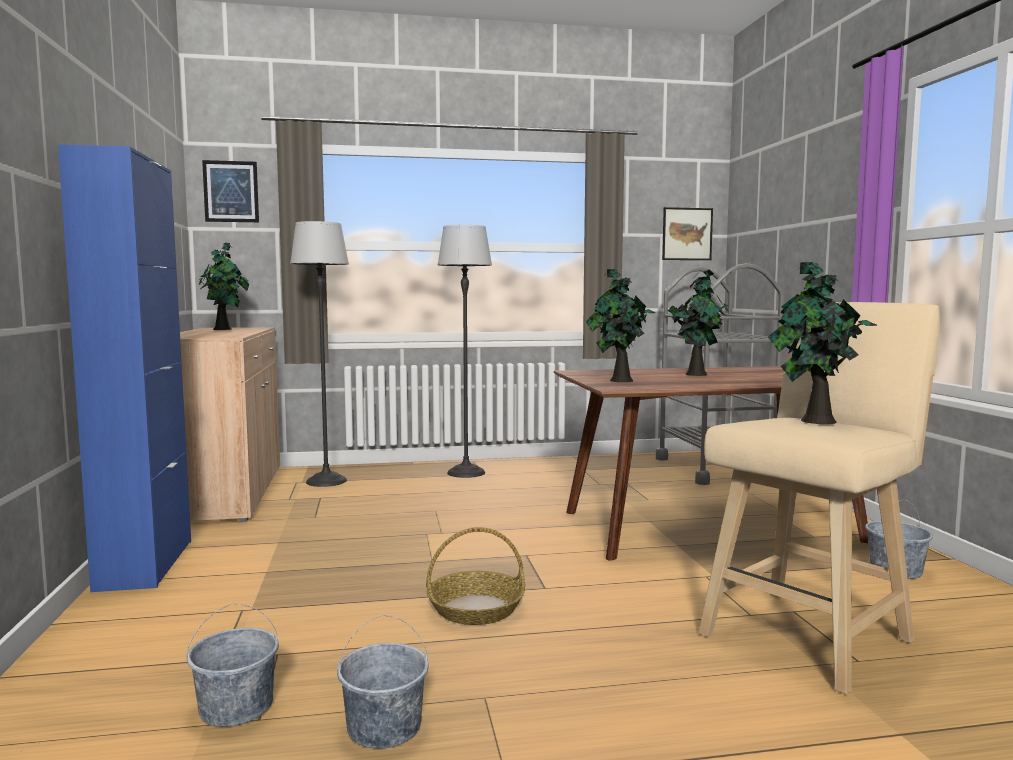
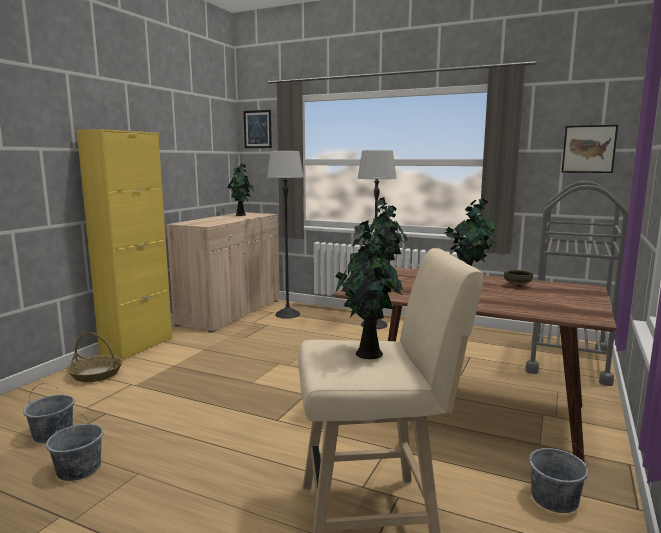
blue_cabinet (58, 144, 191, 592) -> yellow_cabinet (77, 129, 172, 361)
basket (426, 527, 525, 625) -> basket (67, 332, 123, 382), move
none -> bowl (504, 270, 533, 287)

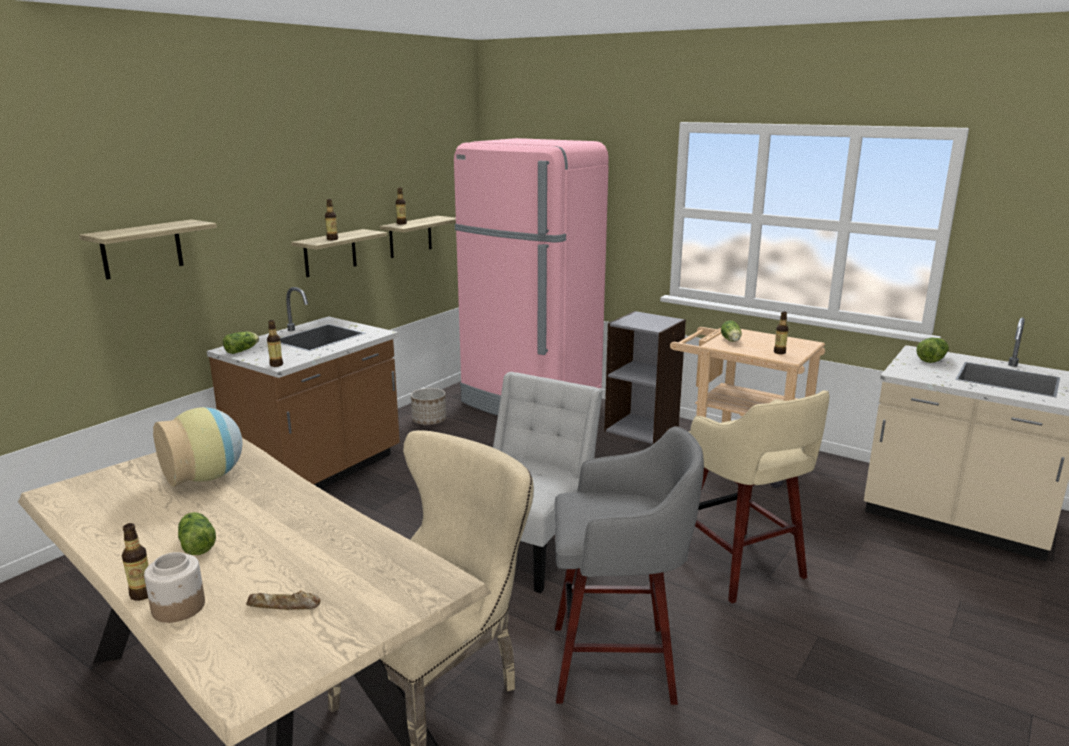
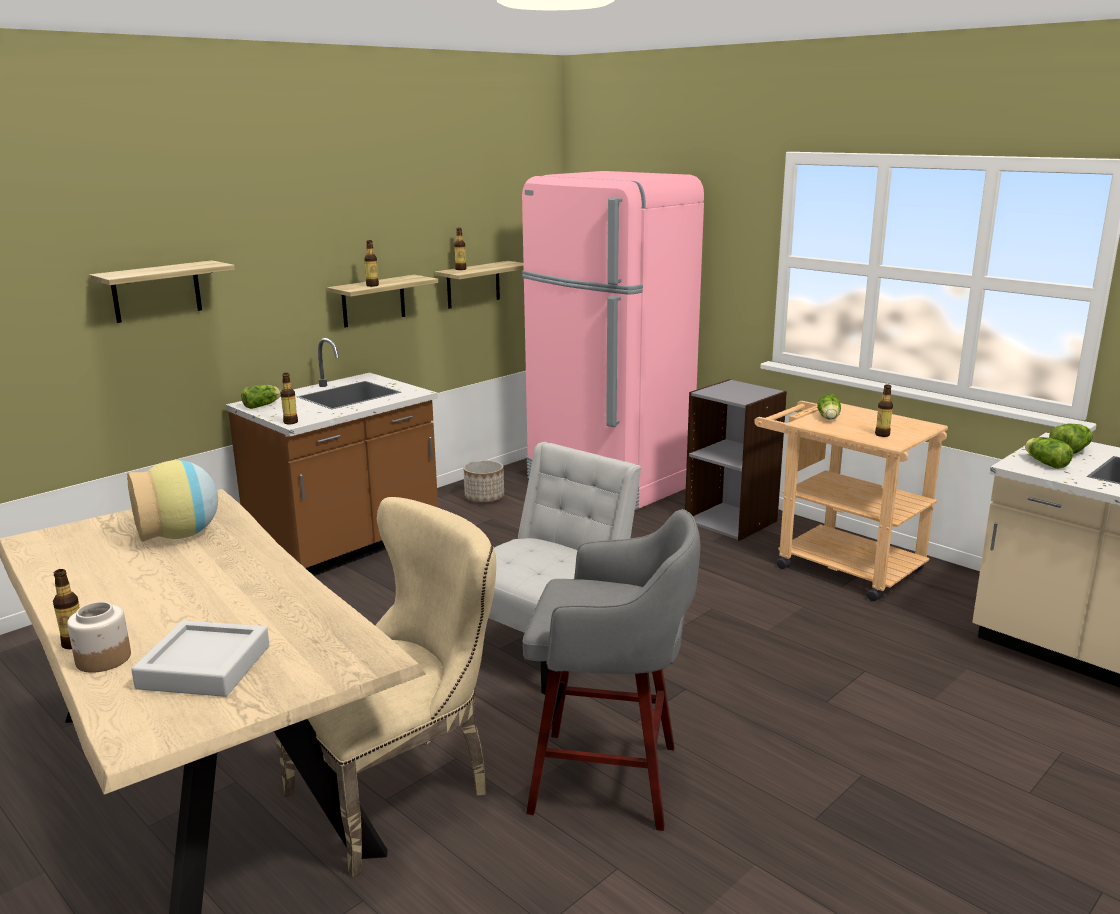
lettuce (178, 512, 216, 555) -> lettuce (1025, 437, 1073, 469), move
bread (246, 590, 321, 610) -> grey_tray (131, 620, 269, 697)
beige_stool (689, 390, 829, 603) -> none

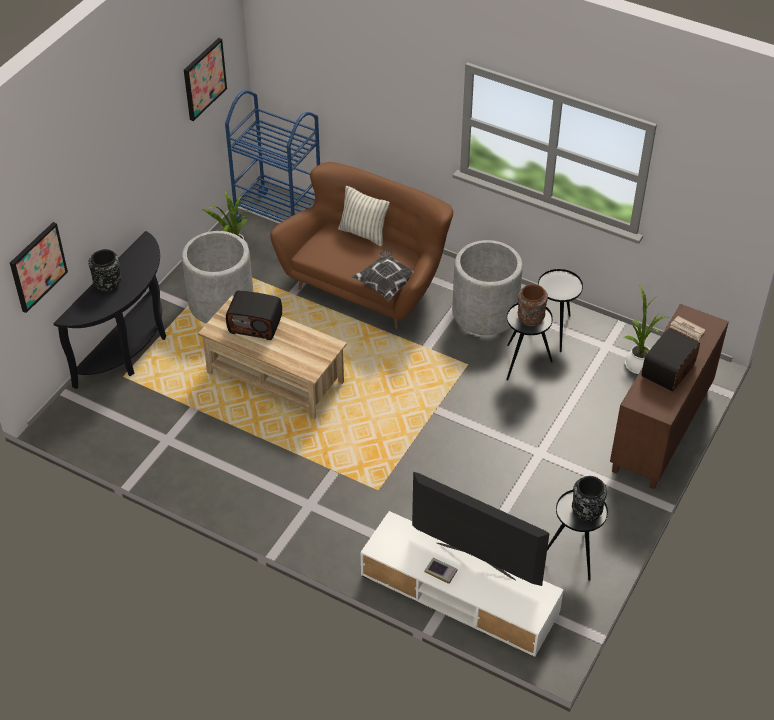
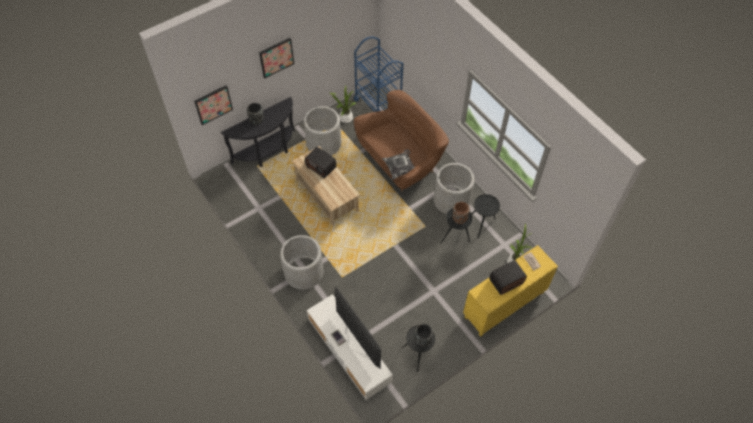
picture (184, 38, 227, 121) -> picture (259, 38, 294, 78), move
pillow (338, 186, 390, 246) -> none
brown_cabinet (610, 304, 729, 489) -> yellow_cabinet (463, 245, 558, 337)
none -> grey_planter (280, 235, 323, 290)

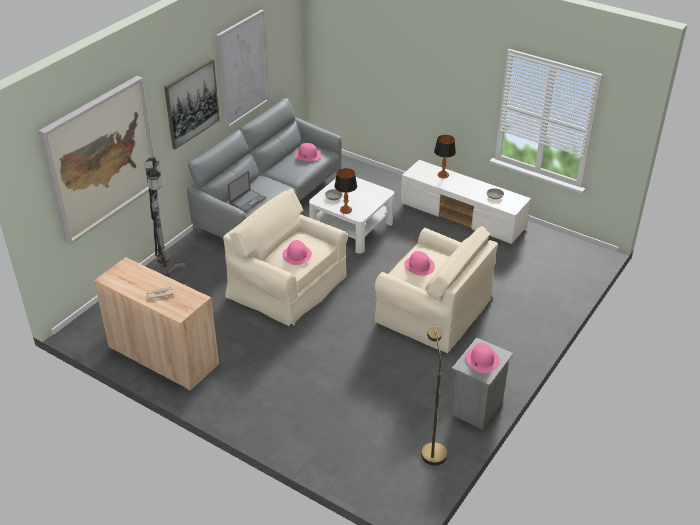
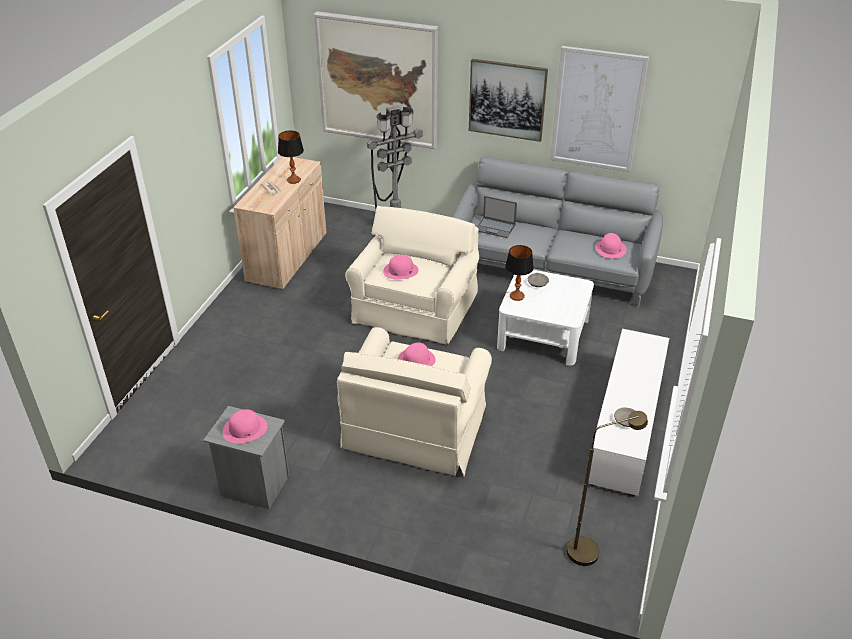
brown_floor_lamp (421, 326, 447, 465) -> brown_floor_lamp (567, 411, 648, 566), move
table_lamp (434, 135, 456, 178) -> table_lamp (278, 131, 304, 184), move

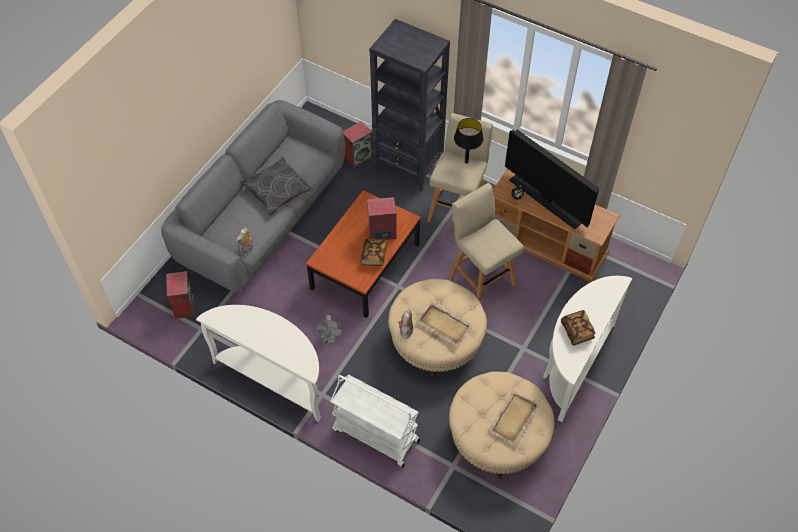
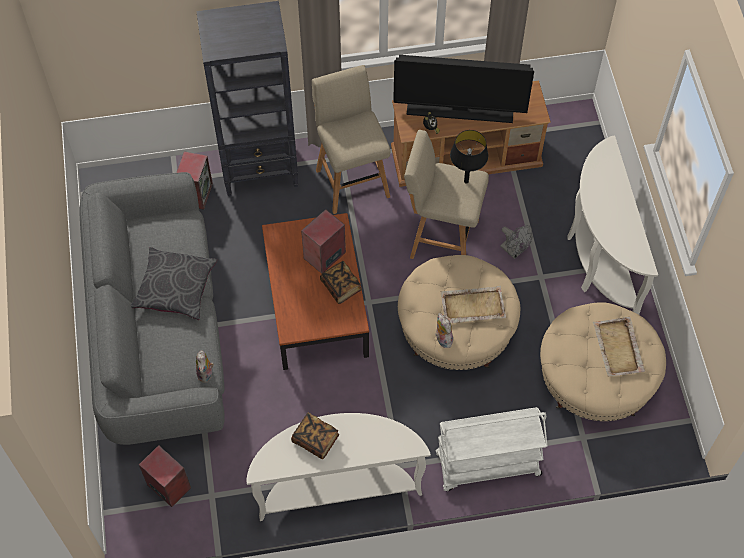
grey_fan (314, 315, 344, 343) -> grey_fan (500, 225, 532, 259), move
black_table_lamp (454, 118, 483, 163) -> black_table_lamp (450, 130, 488, 183), move
book (561, 310, 595, 345) -> book (291, 413, 339, 459), move

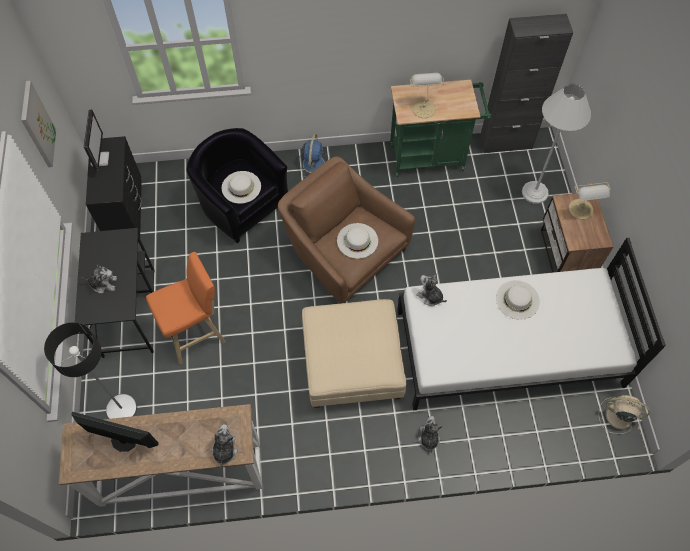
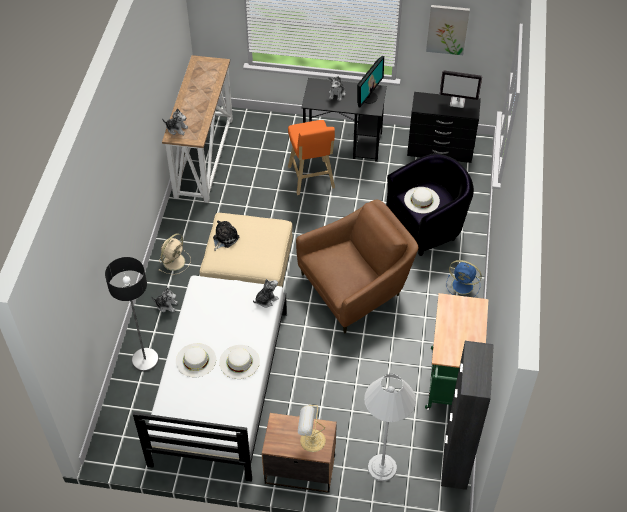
floor_lamp (44, 322, 137, 419) -> floor_lamp (105, 257, 159, 372), move
monitor (71, 412, 159, 452) -> monitor (357, 56, 384, 108), move
white_hat (337, 223, 378, 259) -> white_hat (176, 343, 216, 378), move
table_lamp (410, 73, 445, 118) -> none
beige_fan (599, 395, 650, 434) -> beige_fan (159, 234, 191, 275), move
none -> plush_toy (213, 220, 239, 251)

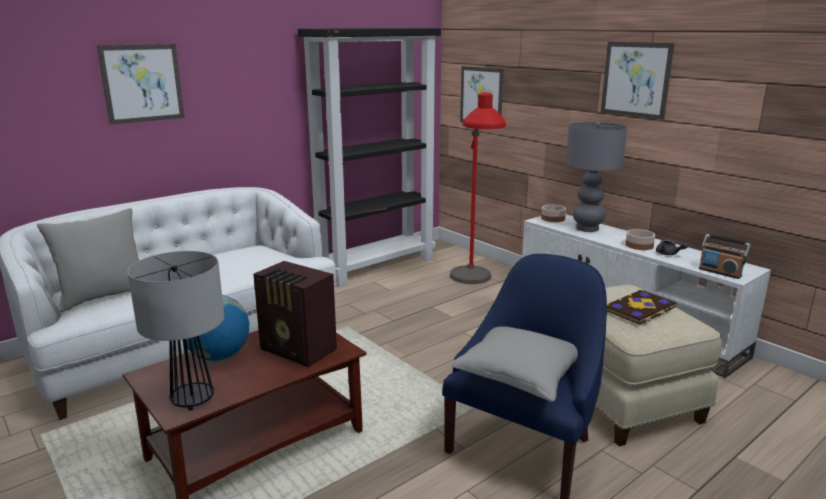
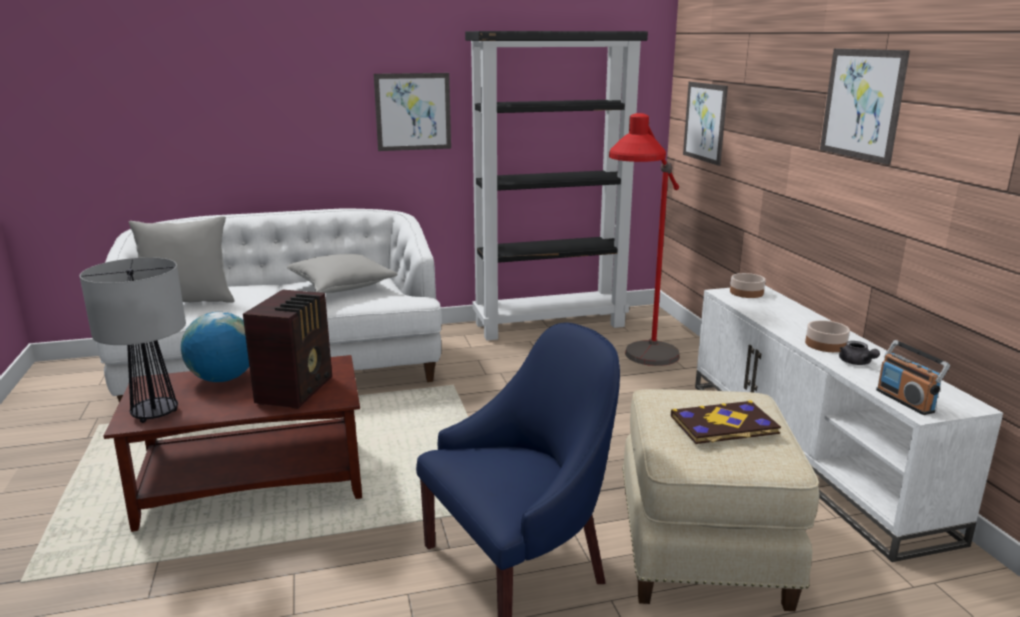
picture (97, 44, 185, 125) -> picture (374, 73, 451, 151), move
radio (253, 261, 337, 368) -> radio (243, 290, 332, 409), 135 degrees counterclockwise
grey_pillow (450, 326, 578, 402) -> grey_pillow (286, 254, 398, 293), move
grey_table_lamp (566, 122, 627, 232) -> none

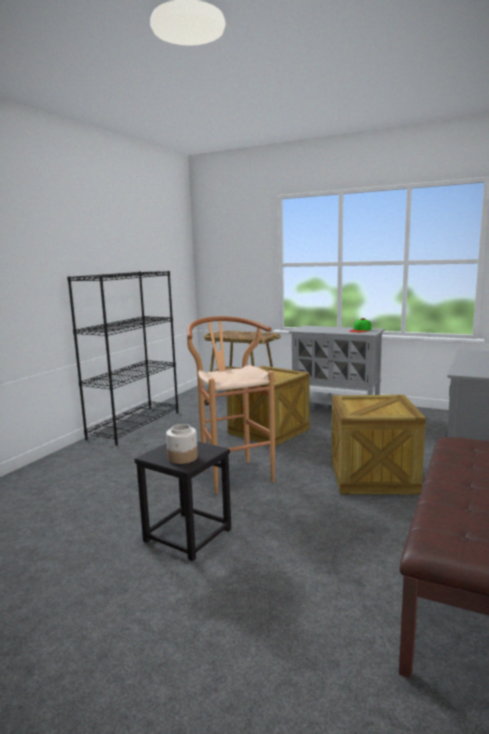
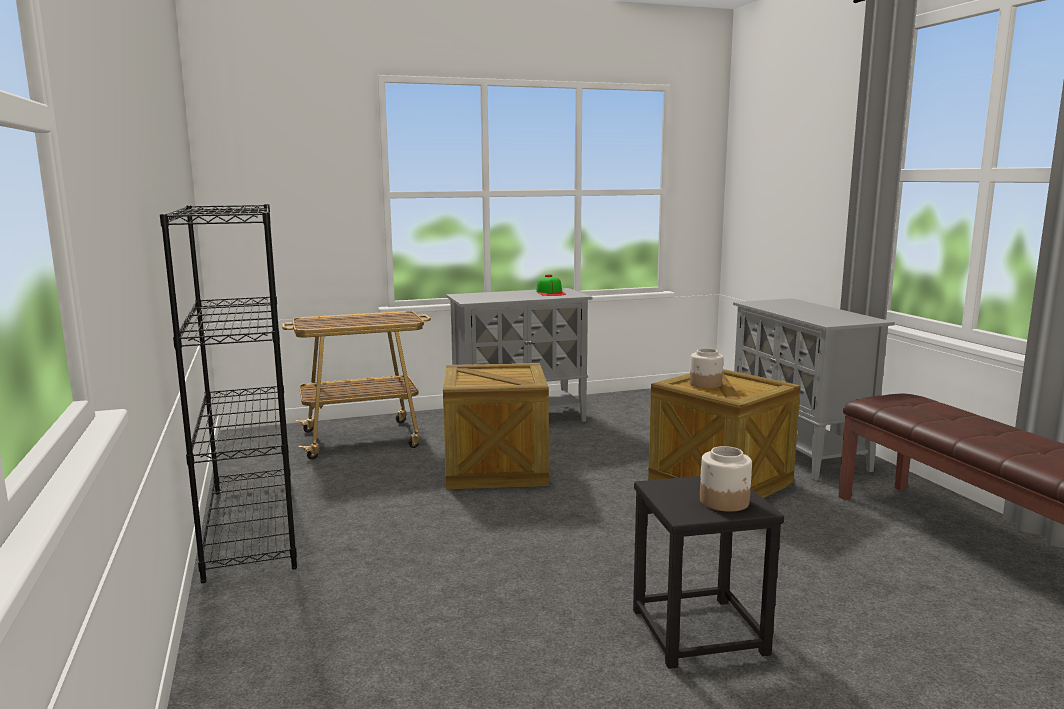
brown_stool (187, 316, 275, 494) -> none
none -> jar (690, 348, 723, 388)

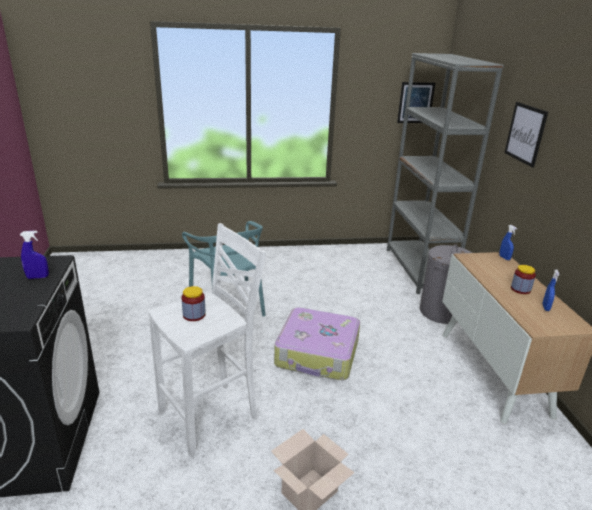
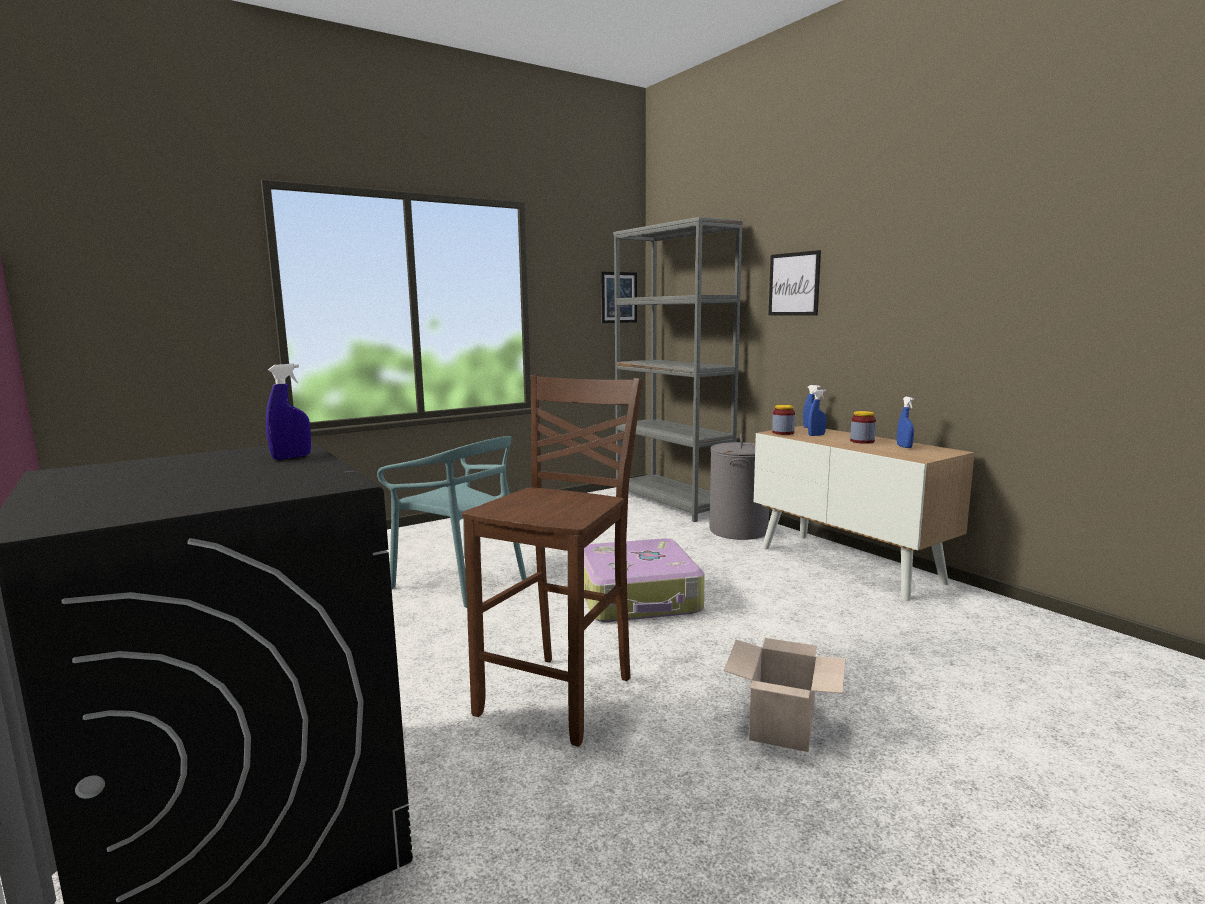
white_stool (148, 223, 266, 456) -> brown_stool (462, 375, 643, 747)
jar (181, 286, 206, 321) -> jar (772, 405, 795, 435), move
none -> blue_spray_bottle (808, 389, 827, 436)

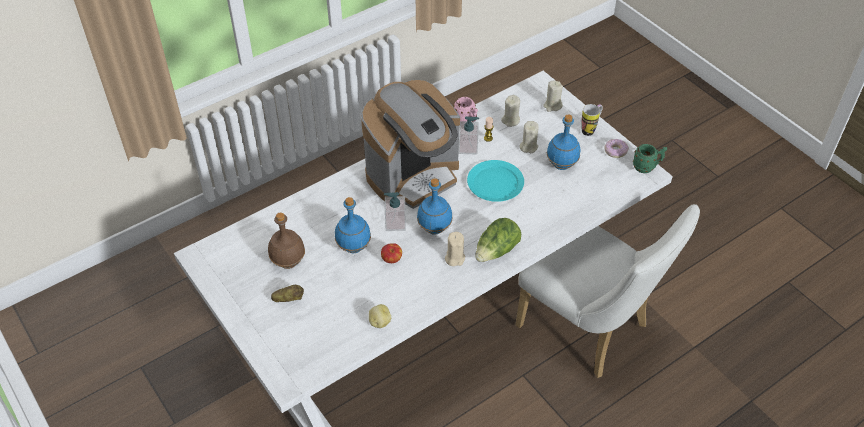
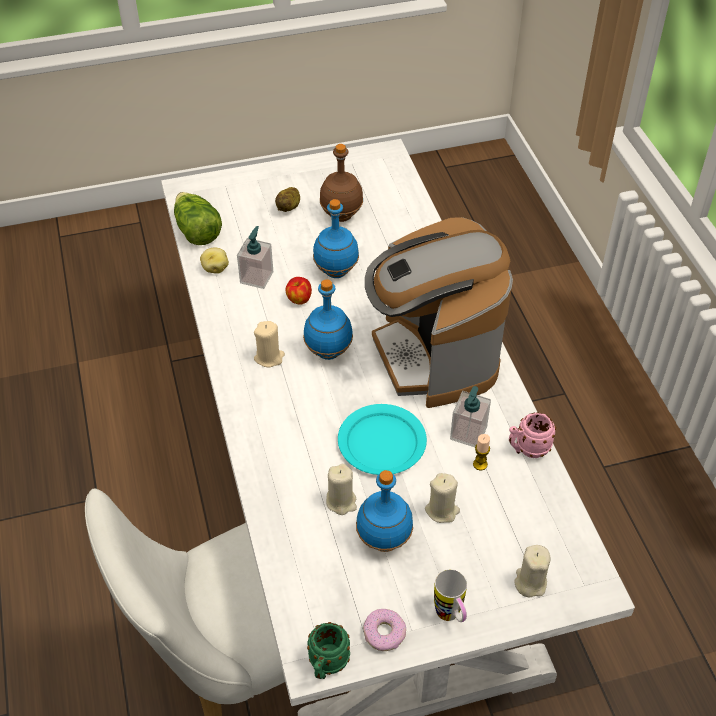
soap_dispenser (384, 192, 406, 231) -> soap_dispenser (237, 226, 273, 289), move
lettuce (475, 218, 521, 262) -> lettuce (174, 192, 222, 245), move
beige_candle (501, 95, 520, 127) -> beige_candle (326, 464, 357, 515), move

